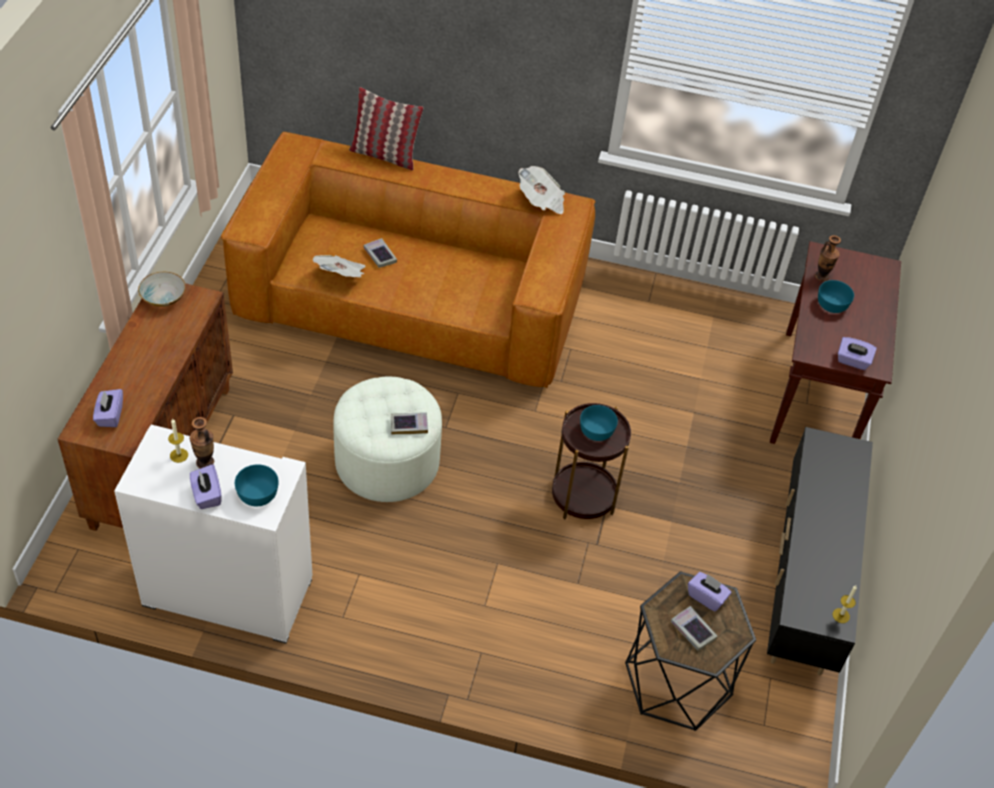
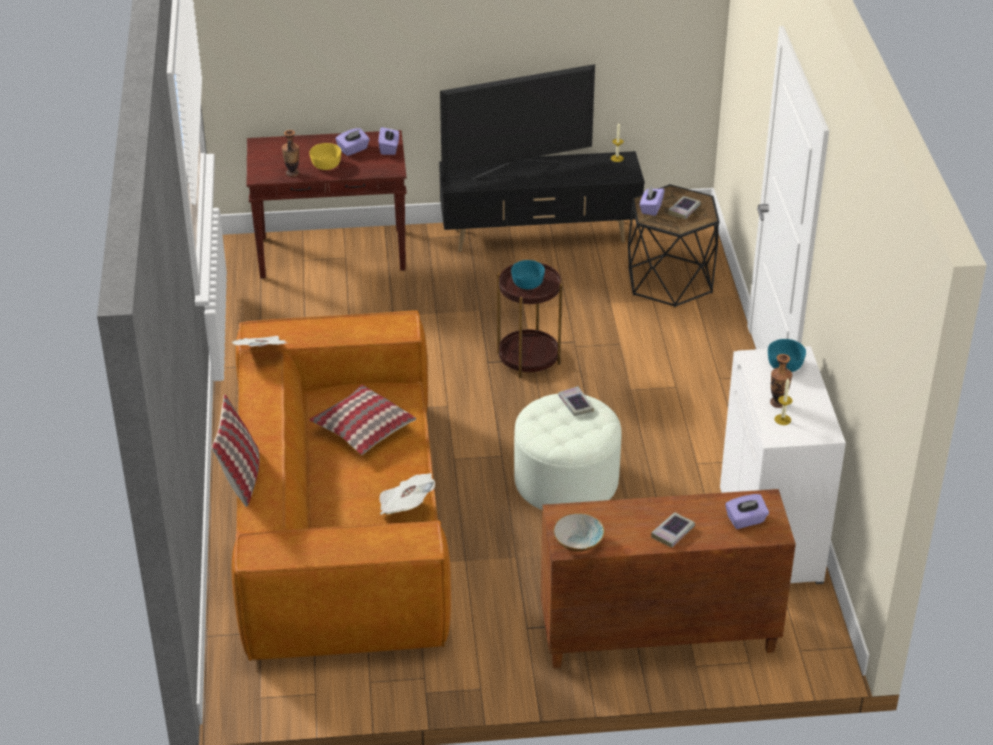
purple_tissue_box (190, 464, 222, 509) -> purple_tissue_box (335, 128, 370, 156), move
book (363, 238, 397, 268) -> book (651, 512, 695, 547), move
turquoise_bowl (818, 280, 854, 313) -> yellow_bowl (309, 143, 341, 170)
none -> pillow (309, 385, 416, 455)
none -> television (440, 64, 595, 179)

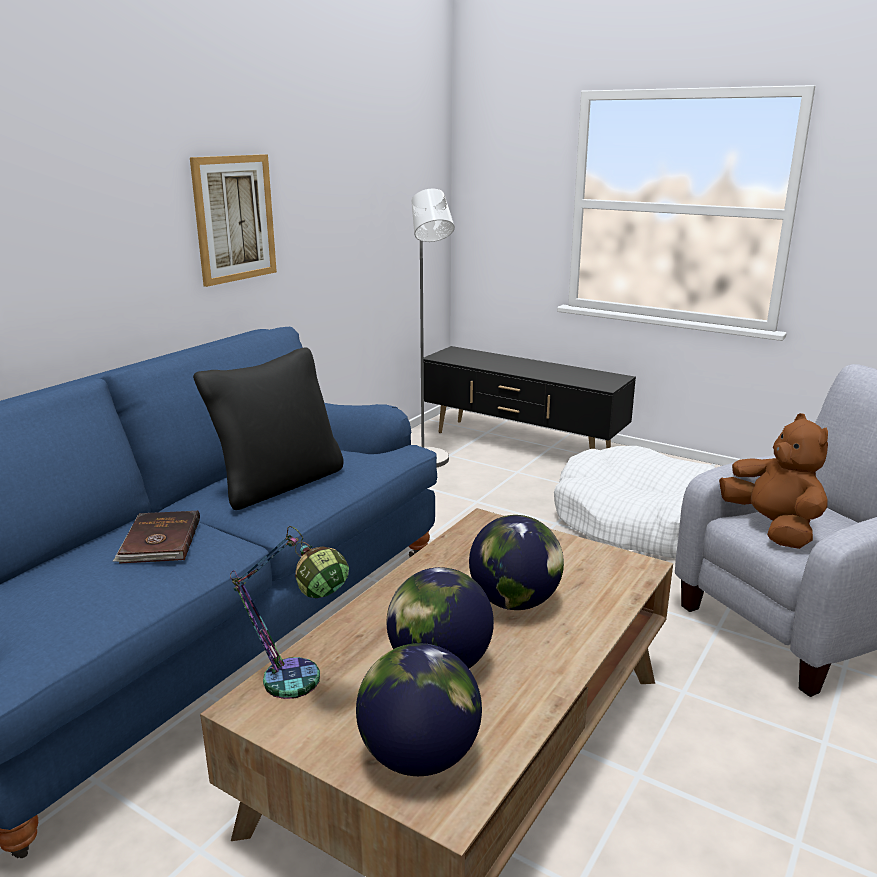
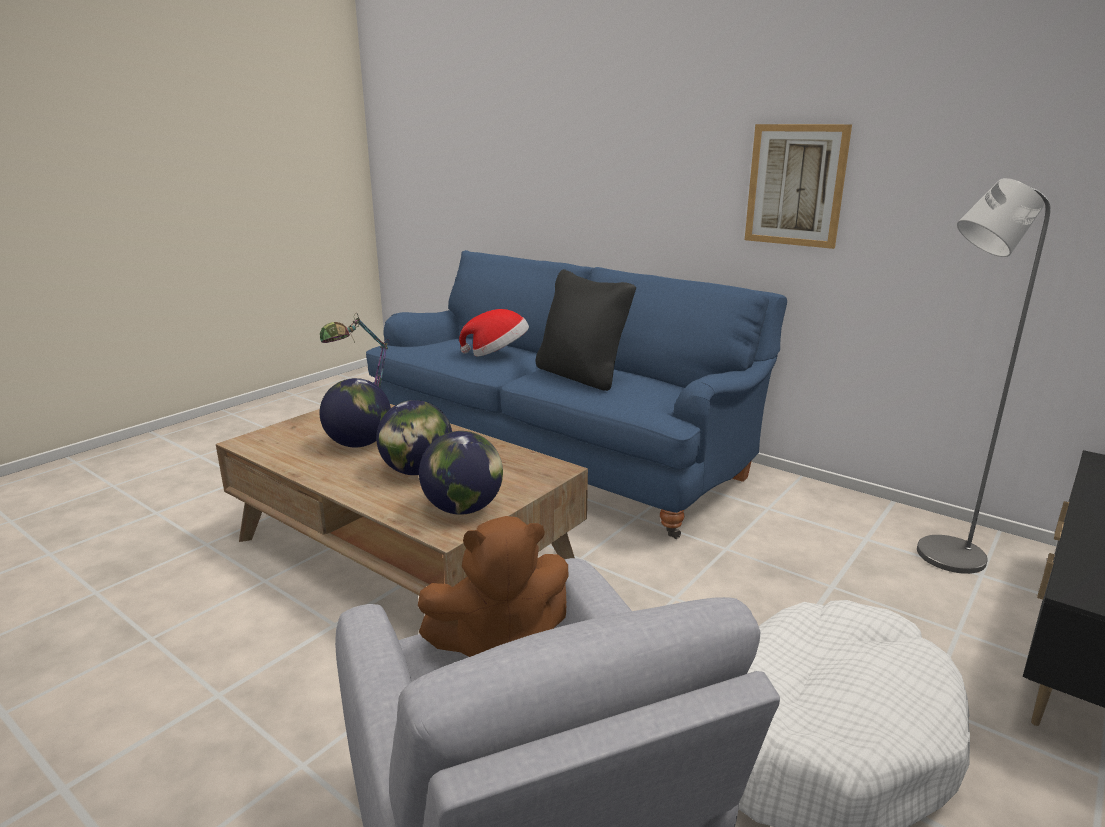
brown_book (113, 510, 200, 564) -> hat (459, 309, 529, 357)
globe (356, 643, 482, 776) -> globe (419, 431, 503, 515), move

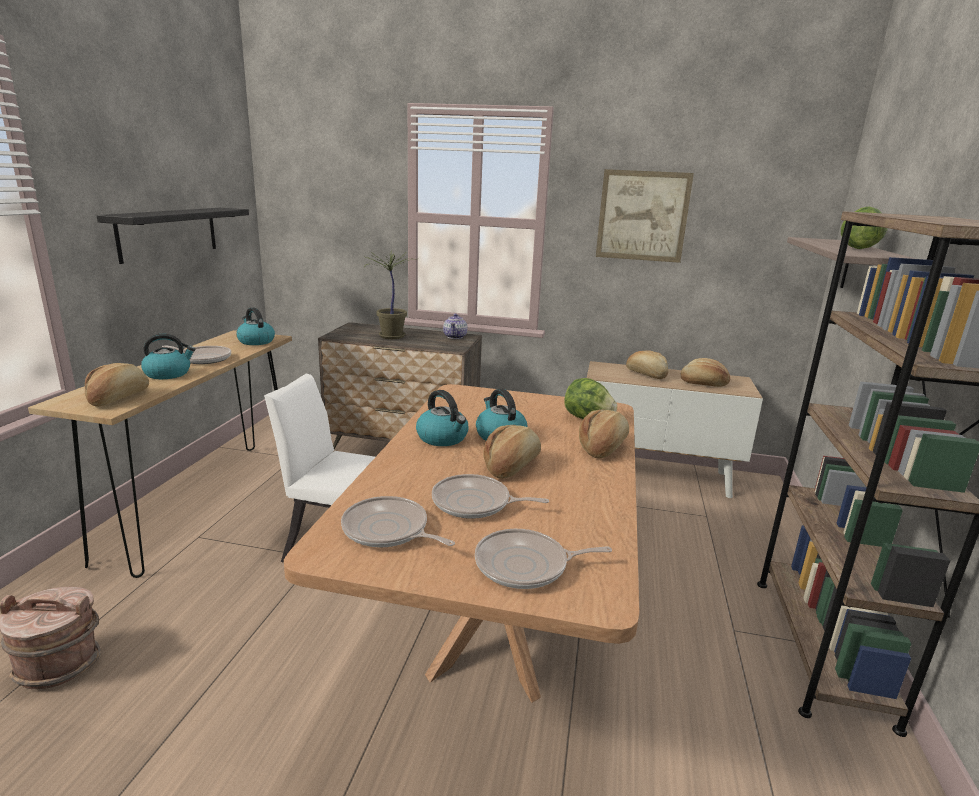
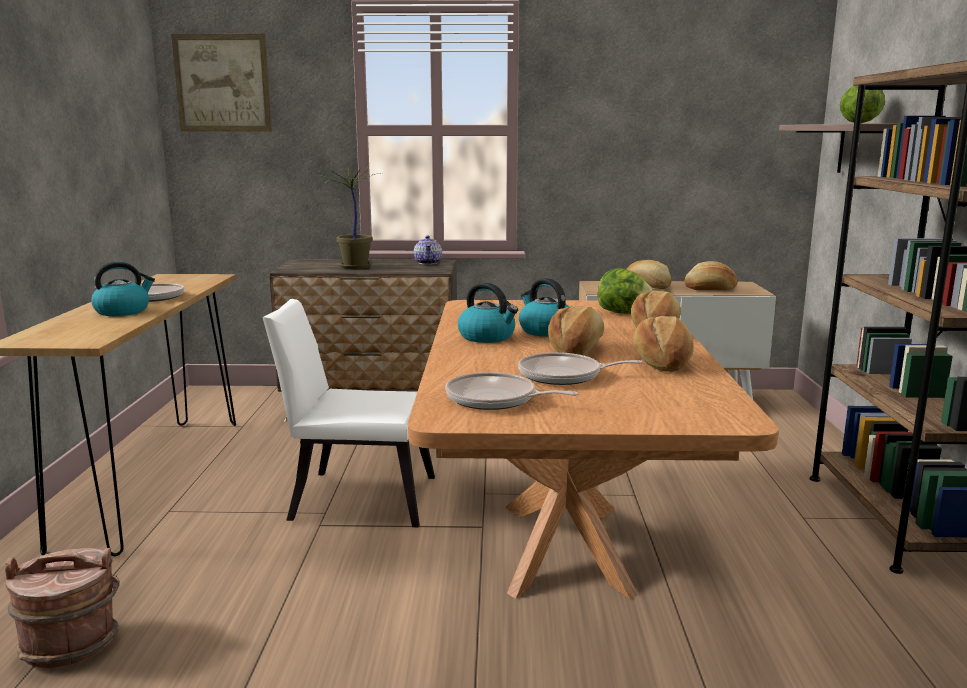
bread (85, 363, 149, 407) -> bread (633, 316, 694, 372), move
black_shelf (97, 208, 249, 264) -> none
kettle (236, 307, 275, 345) -> none
frying_pan (475, 529, 612, 589) -> none
picture (596, 169, 694, 263) -> picture (171, 34, 272, 132), move

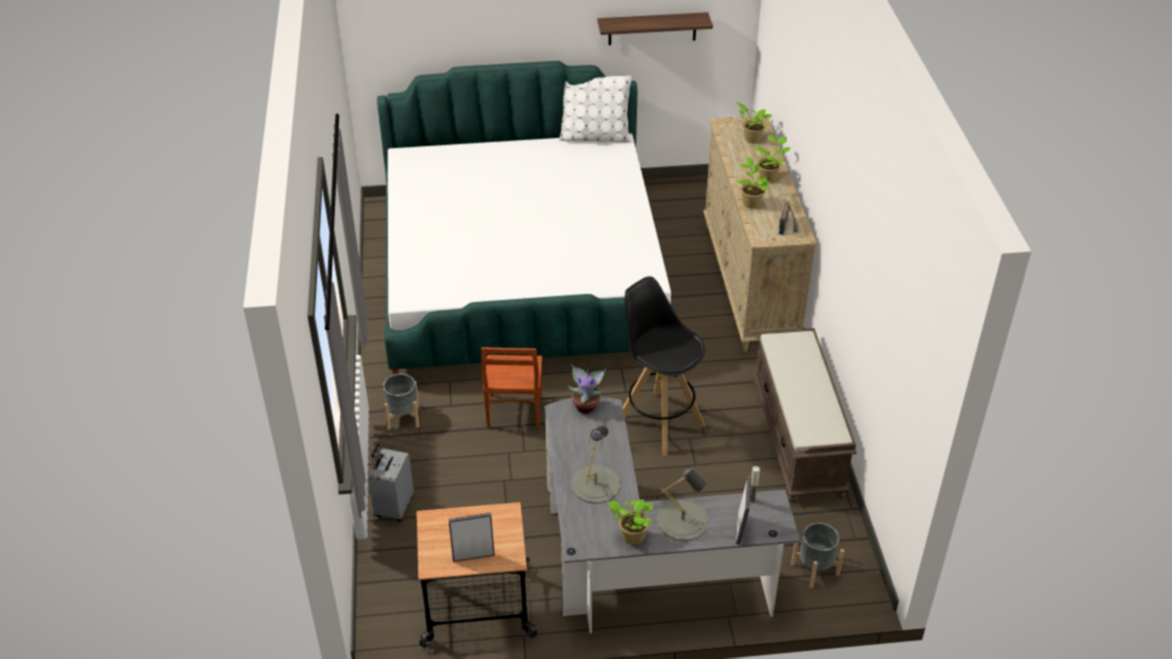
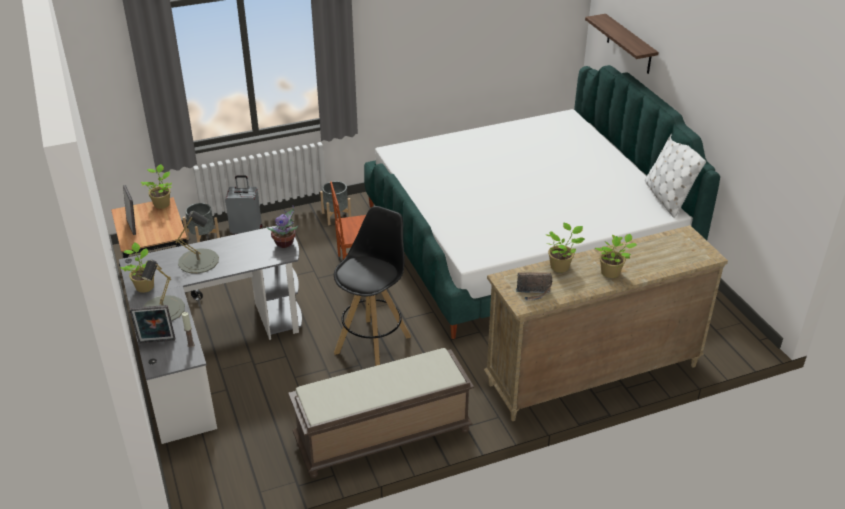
shelf (597, 12, 713, 45) -> shelf (585, 14, 659, 74), move
potted_plant (736, 102, 772, 143) -> potted_plant (141, 164, 172, 209), move
grey_planter (791, 523, 844, 588) -> grey_planter (182, 203, 220, 243), move

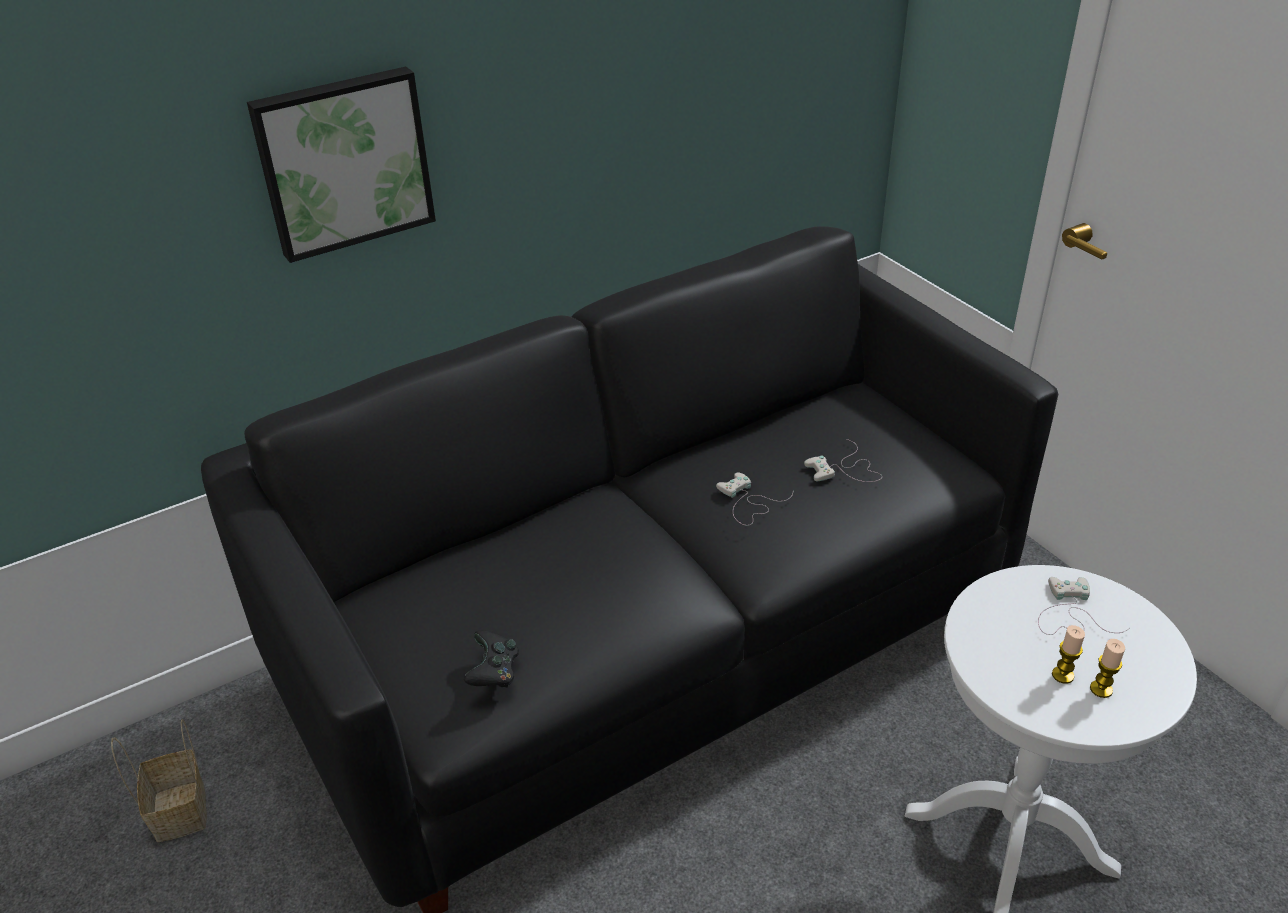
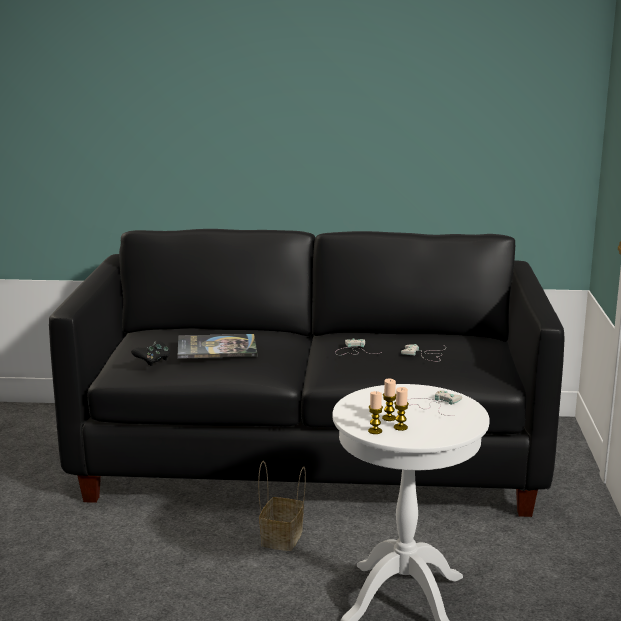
basket (111, 719, 207, 842) -> basket (258, 461, 306, 551), move
picture (247, 66, 436, 263) -> none
none -> book (178, 334, 257, 359)
none -> candle (368, 391, 383, 434)

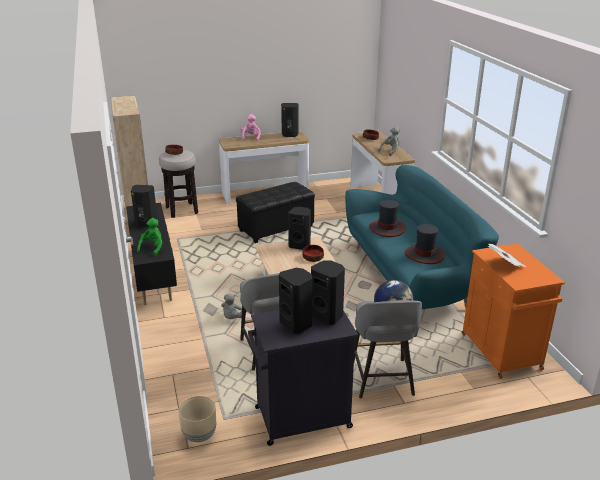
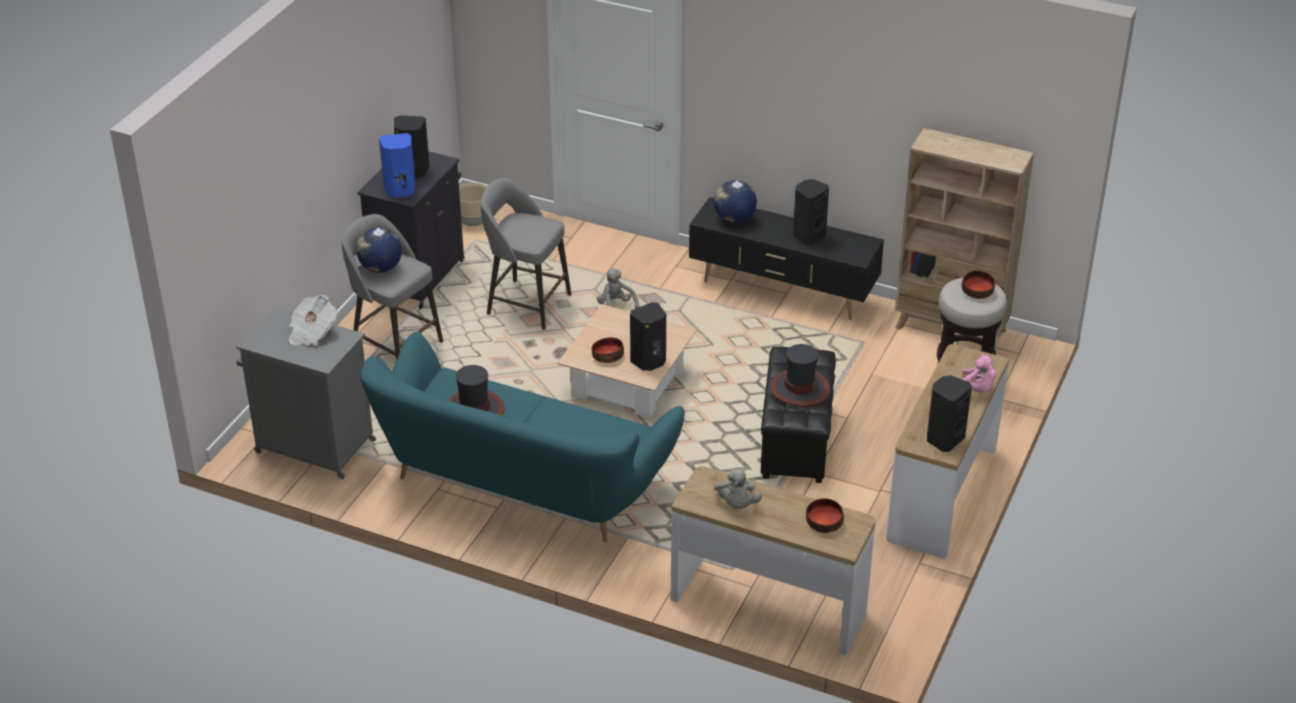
green_plush_toy (137, 218, 162, 256) -> globe (714, 180, 757, 223)
black_speaker (311, 260, 345, 325) -> blue_speaker (379, 133, 415, 198)
hat (369, 200, 406, 237) -> hat (770, 344, 830, 407), move
orange_cabinet (462, 243, 565, 379) -> grey_cabinet (236, 308, 376, 479)

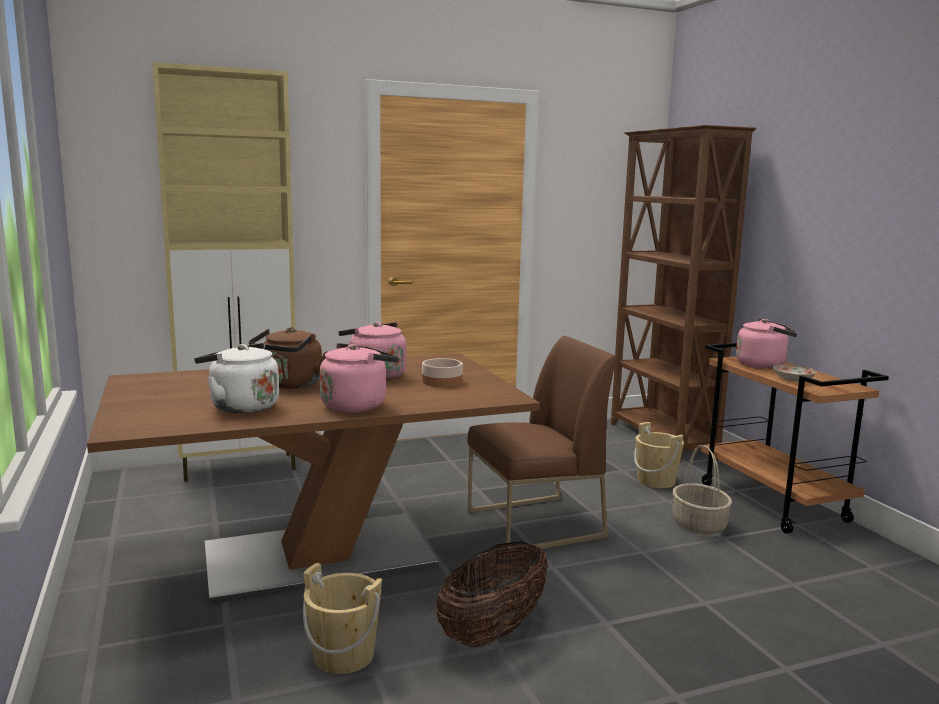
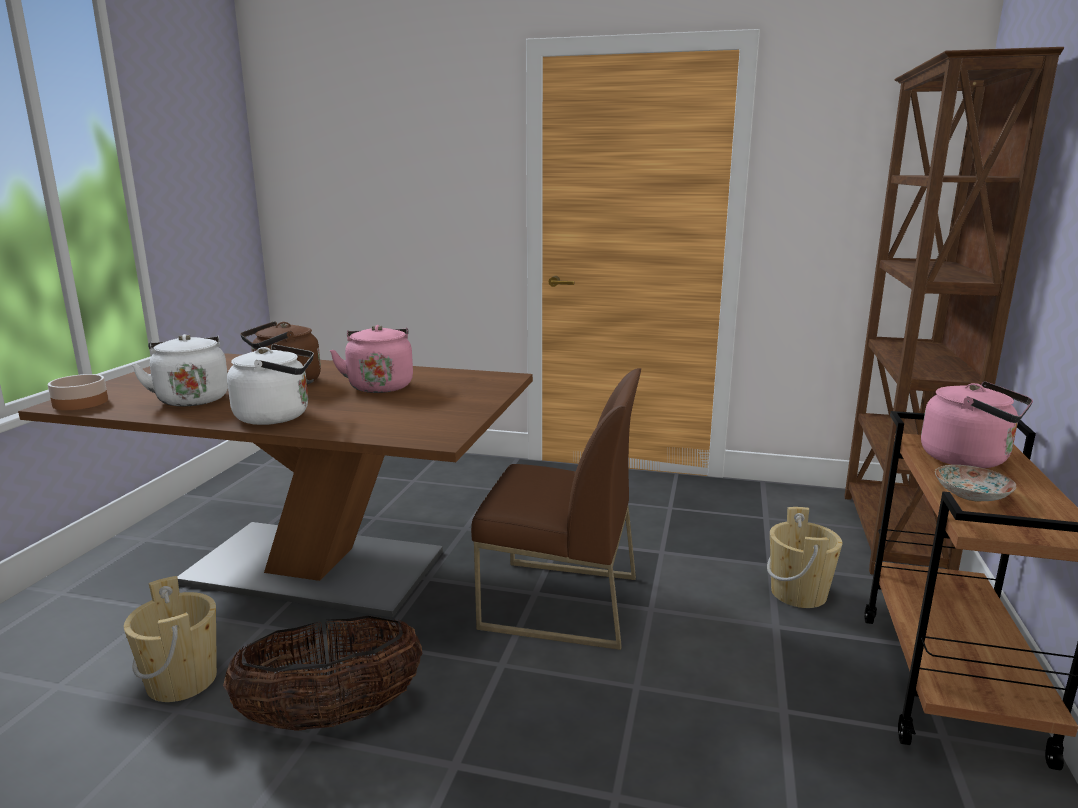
beige_cabinet (152, 62, 295, 482) -> none
pink_kettle (320, 343, 399, 412) -> white_kettle (227, 344, 314, 425)
bowl (422, 358, 463, 387) -> bowl (48, 374, 108, 410), move
basket (672, 445, 732, 535) -> none

